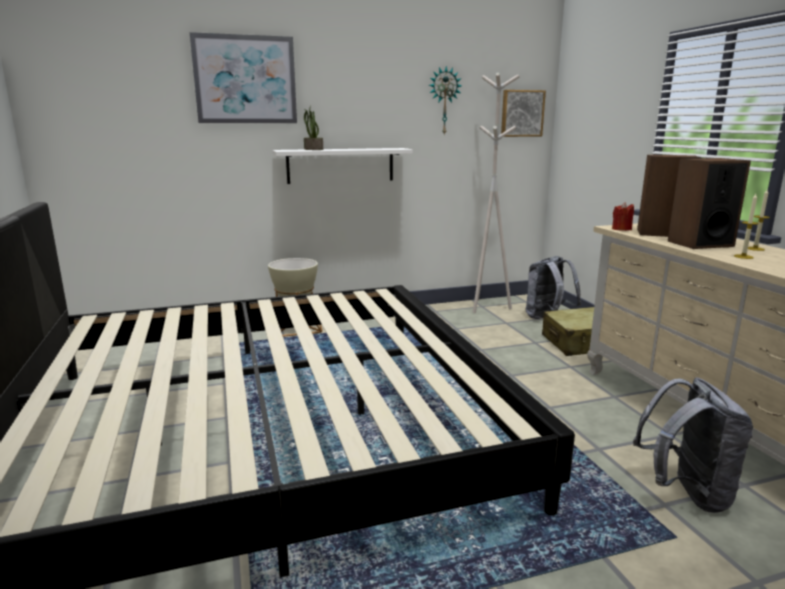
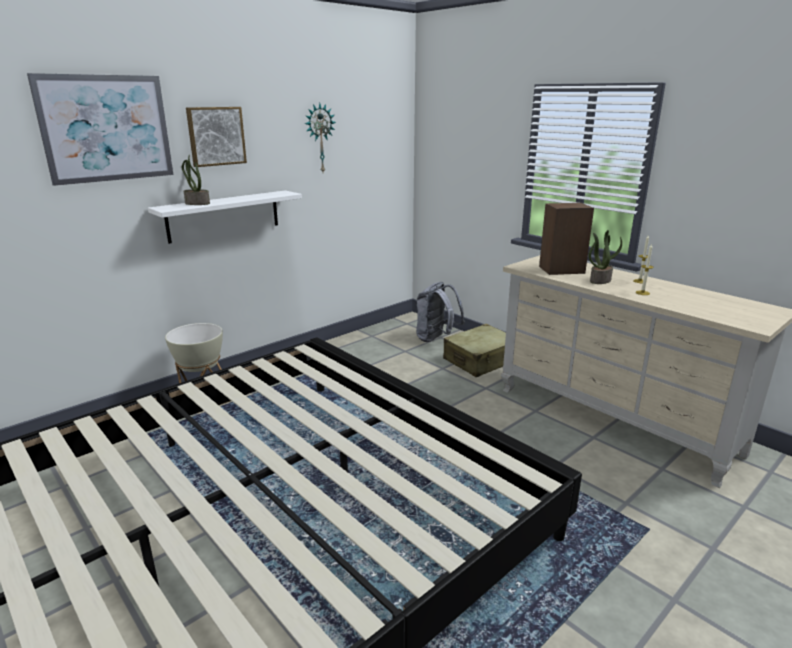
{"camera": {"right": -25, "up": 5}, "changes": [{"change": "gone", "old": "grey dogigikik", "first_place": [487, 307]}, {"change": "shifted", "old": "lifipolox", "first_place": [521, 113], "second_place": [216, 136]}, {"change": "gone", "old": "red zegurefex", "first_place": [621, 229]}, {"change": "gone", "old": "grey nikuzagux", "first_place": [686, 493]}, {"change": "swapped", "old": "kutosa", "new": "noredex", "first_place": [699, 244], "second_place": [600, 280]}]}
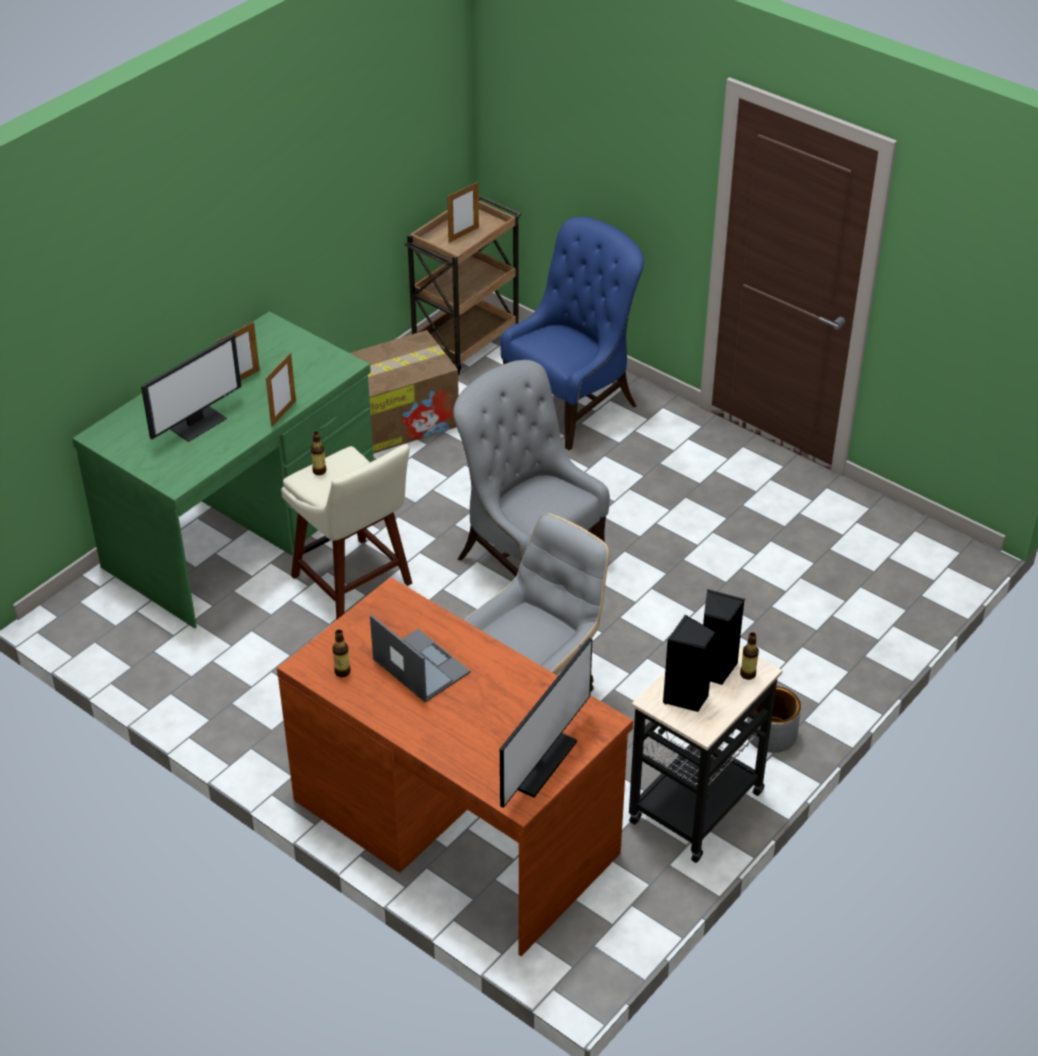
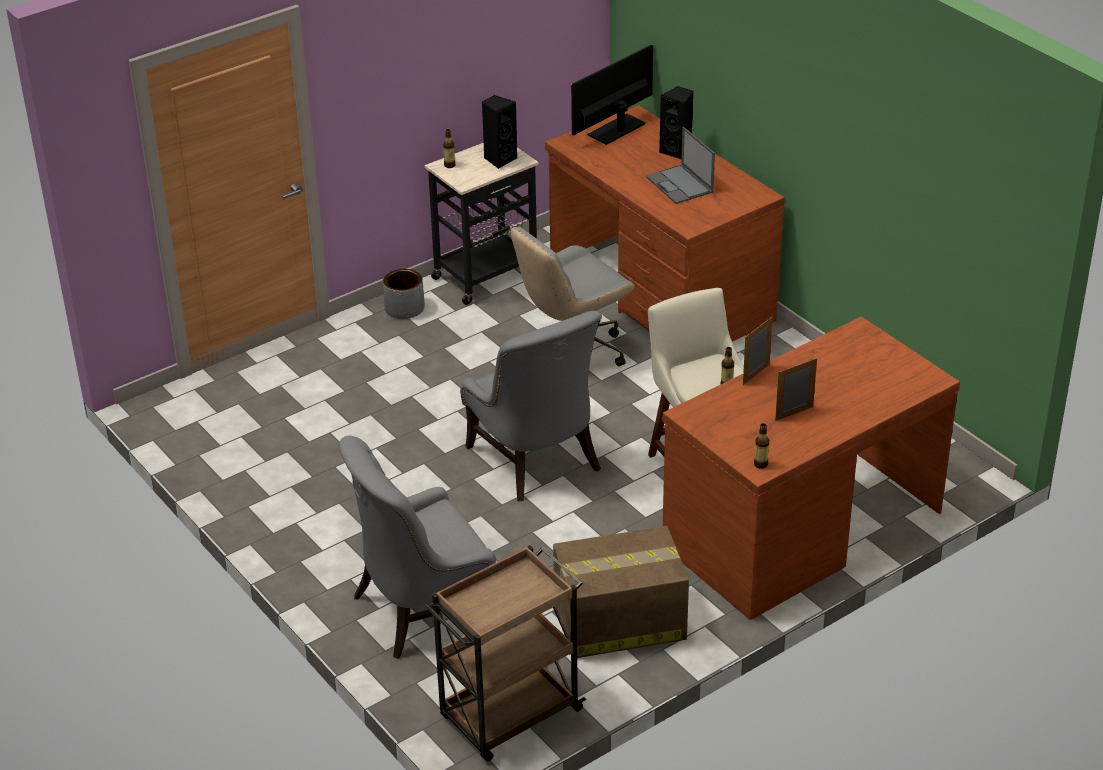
{"camera": {"right": -165, "up": -5}, "changes": [{"change": "repainted", "old": "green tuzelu", "new": "brown tuzelu", "first_place": [243, 529], "second_place": [800, 528]}, {"change": "gone", "old": "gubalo", "first_place": [197, 423]}, {"change": "shifted", "old": "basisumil", "first_place": [342, 672], "second_place": [760, 464]}, {"change": "gone", "old": "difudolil", "first_place": [463, 235]}, {"change": "repainted", "old": "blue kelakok", "new": "grey kelakok", "first_place": [572, 404], "second_place": [422, 609]}, {"change": "shifted", "old": "black kutosa", "first_place": [714, 669], "second_place": [677, 151]}]}
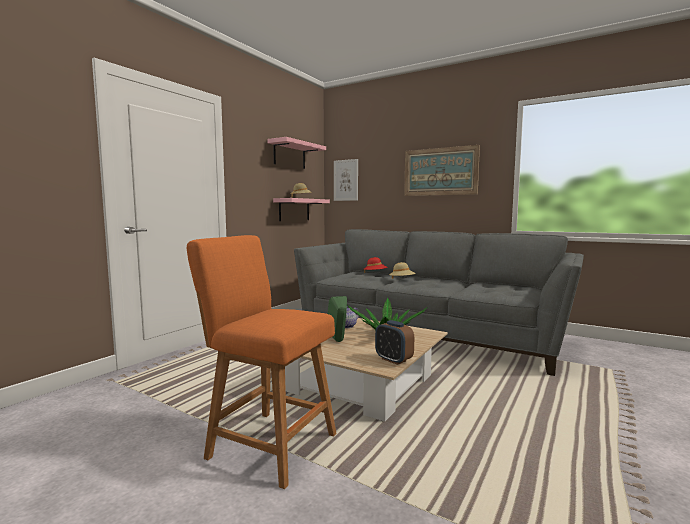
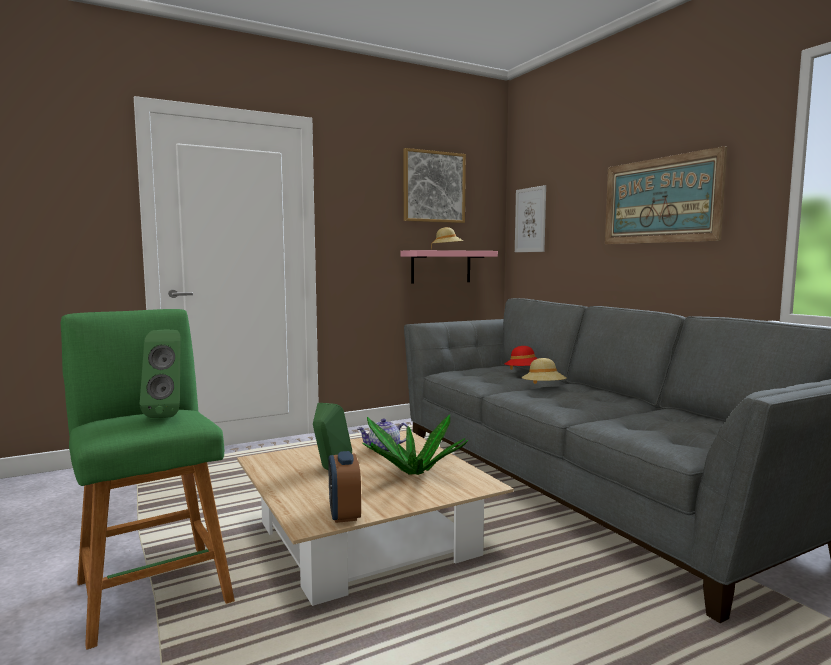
{"camera": {"right": 30, "up": 0}, "changes": [{"change": "repainted", "old": "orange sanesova", "new": "green sanesova", "first_place": [268, 444], "second_place": [152, 587]}, {"change": "swapped", "old": "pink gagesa", "new": "lifipolox", "first_place": [289, 155], "second_place": [434, 187]}, {"change": "new", "new": "green kutosa", "second_place": [168, 414]}]}
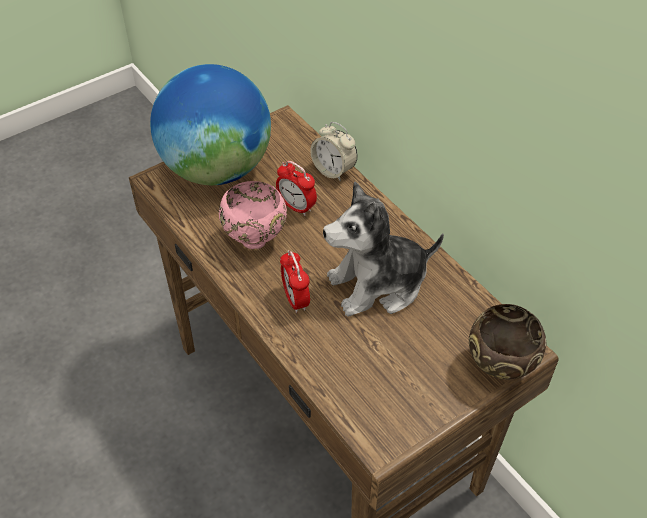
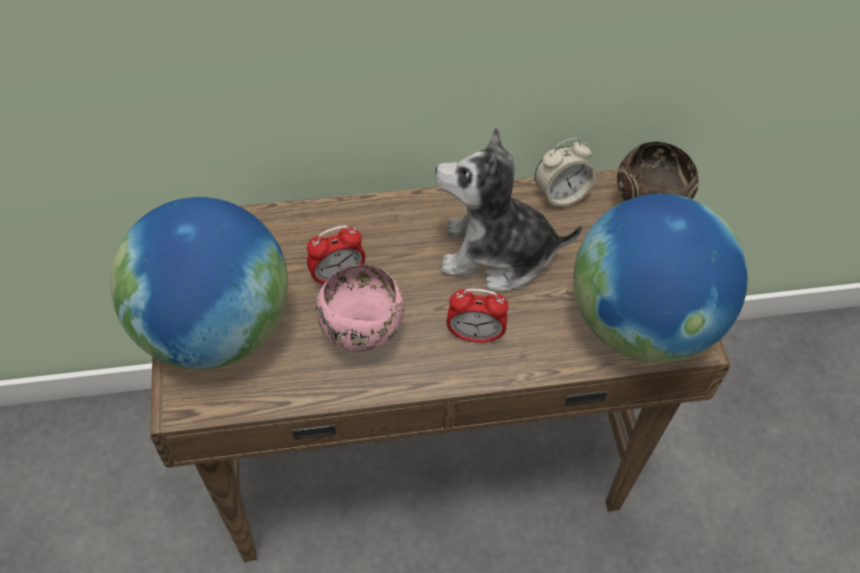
{"camera": {"right": -65, "up": 5}, "changes": [{"change": "shifted", "old": "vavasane", "first_place": [333, 170], "second_place": [560, 195]}, {"change": "rotated", "old": "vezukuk", "first_place": [378, 284], "second_place": [496, 255], "degrees": 90}, {"change": "new", "new": "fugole", "second_place": [639, 324]}]}
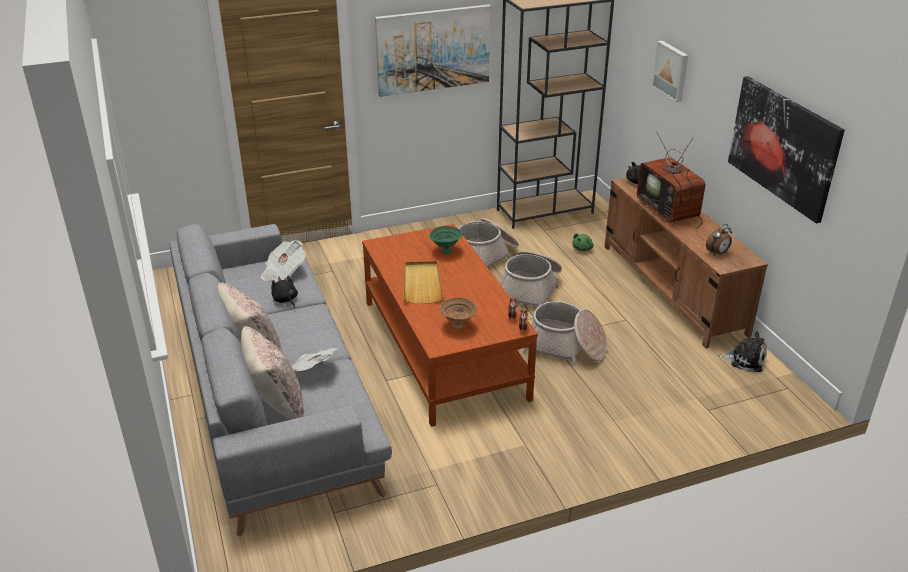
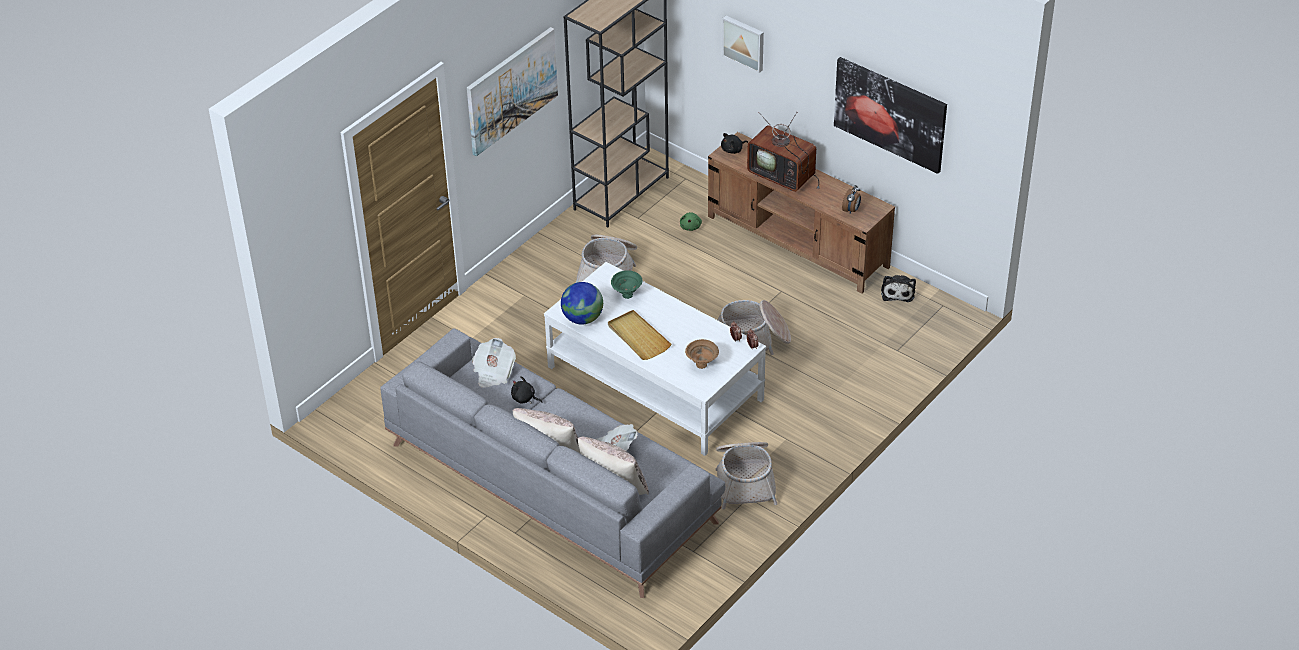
{"camera": {"right": -30, "up": 10}, "changes": [{"change": "repainted", "old": "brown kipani", "new": "white kipani", "first_place": [443, 348], "second_place": [654, 383]}, {"change": "shifted", "old": "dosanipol", "first_place": [530, 289], "second_place": [745, 479]}, {"change": "rotated", "old": "vezukuk", "first_place": [745, 359], "second_place": [897, 292], "degrees": 105}, {"change": "new", "new": "fugole", "second_place": [582, 318]}]}
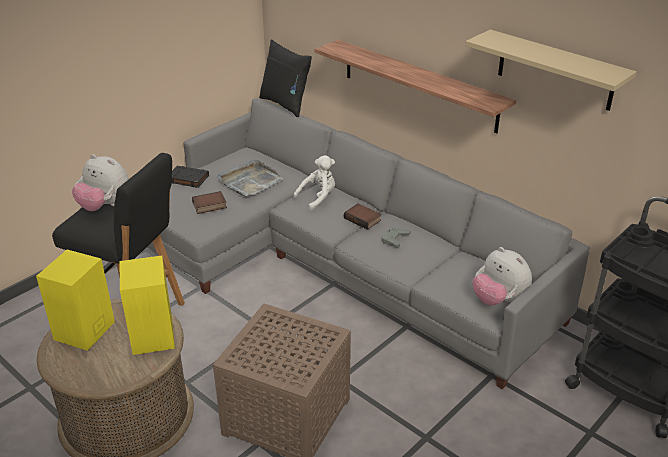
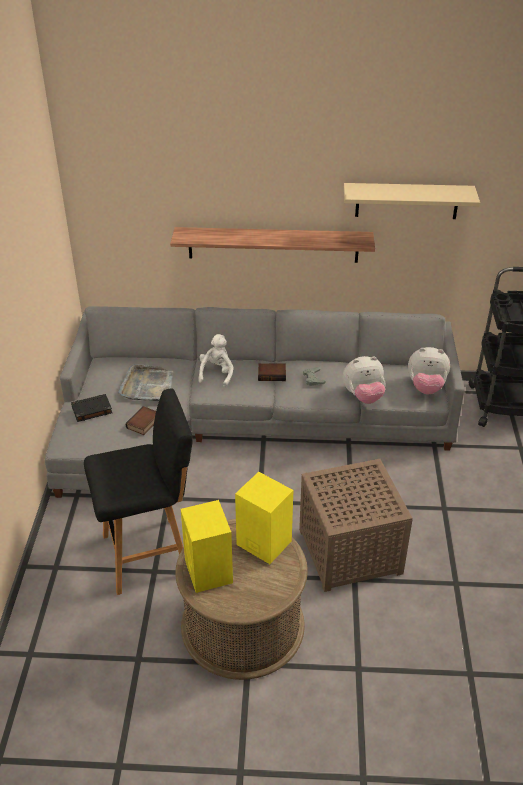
{"camera": {"right": -40, "up": 5}, "changes": [{"change": "shifted", "old": "vezukuk", "first_place": [105, 206], "second_place": [363, 396]}, {"change": "gone", "old": "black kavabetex", "first_place": [285, 105]}]}
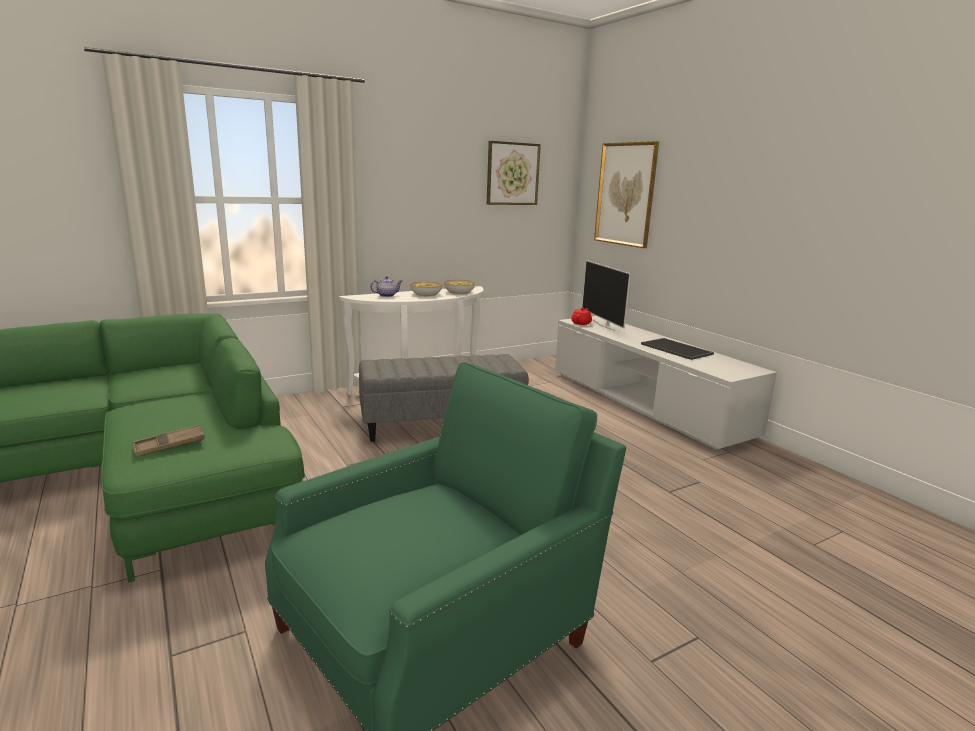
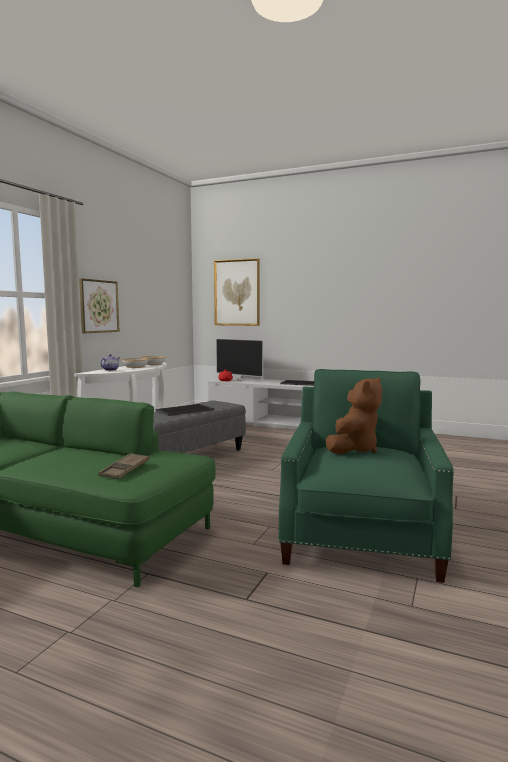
{"camera": {"right": -35, "up": -10}, "changes": [{"change": "shifted", "old": "lifipolox", "first_place": [512, 174], "second_place": [99, 306]}, {"change": "new", "new": "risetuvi", "second_place": [184, 410]}, {"change": "new", "new": "brown vezukuk", "second_place": [353, 449]}]}
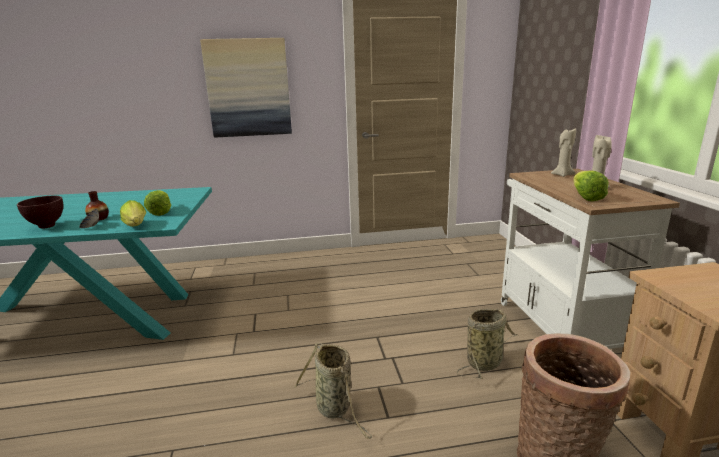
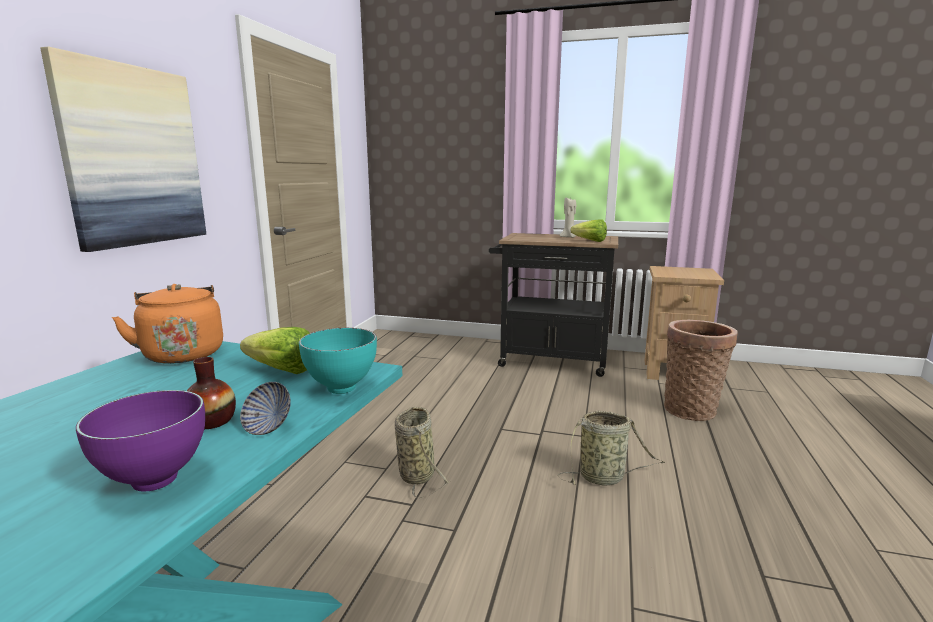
{"camera": {"right": -65, "up": -5}, "changes": [{"change": "repainted", "old": "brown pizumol", "new": "purple pizumol", "first_place": [47, 226], "second_place": [158, 481]}, {"change": "swapped", "old": "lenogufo", "new": "turquoise pizumol", "first_place": [136, 226], "second_place": [340, 389]}, {"change": "shifted", "old": "dosanipol", "first_place": [485, 362], "second_place": [416, 474]}, {"change": "repainted", "old": "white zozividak", "new": "black zozividak", "first_place": [558, 326], "second_place": [549, 361]}, {"change": "gone", "old": "beige zegurefex", "first_place": [562, 175]}, {"change": "new", "new": "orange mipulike", "second_place": [182, 353]}]}
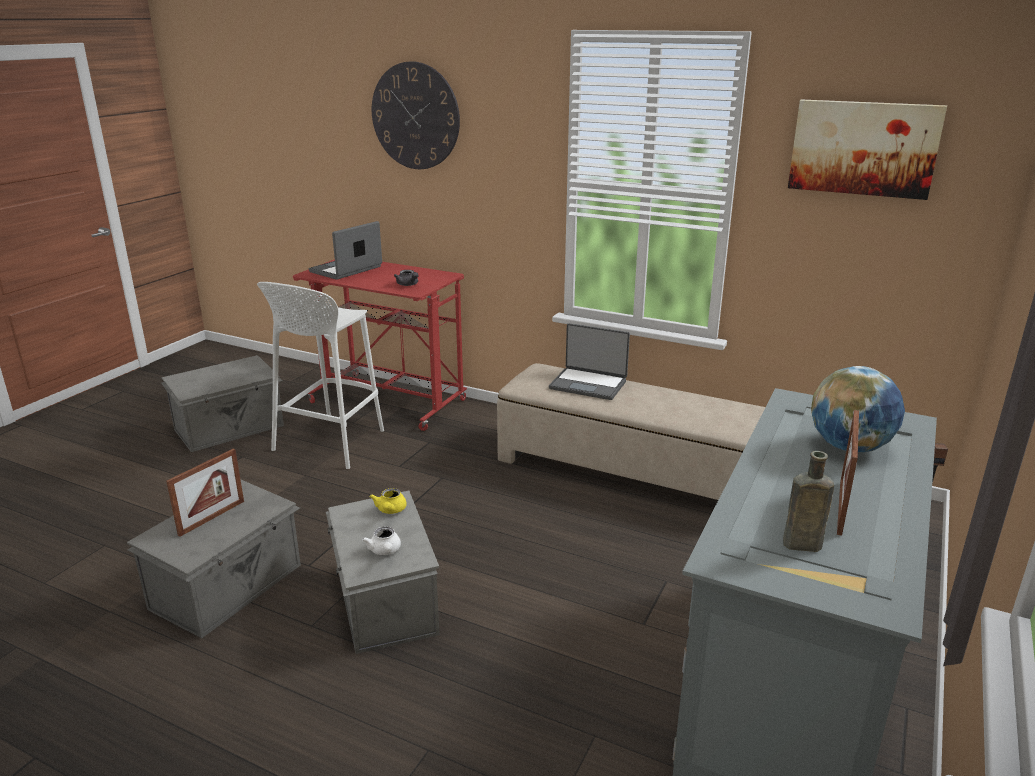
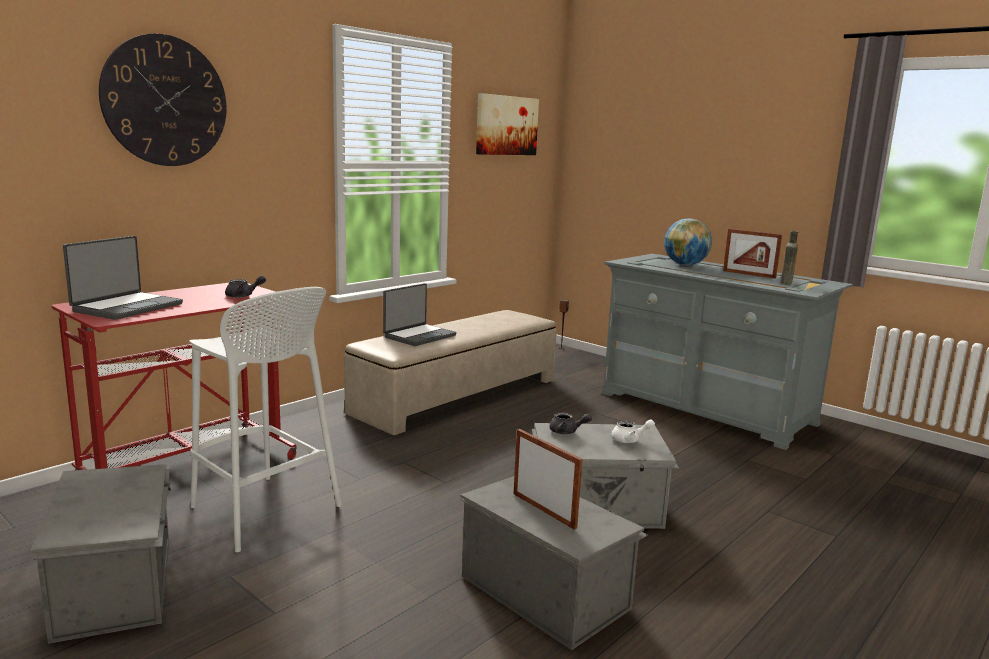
{"camera": {"right": -75, "up": -10}, "changes": [{"change": "rotated", "old": "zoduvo", "first_place": [346, 270], "second_place": [127, 307], "degrees": -120}, {"change": "repainted", "old": "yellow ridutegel", "new": "grey ridutegel", "first_place": [390, 510], "second_place": [567, 432]}]}
